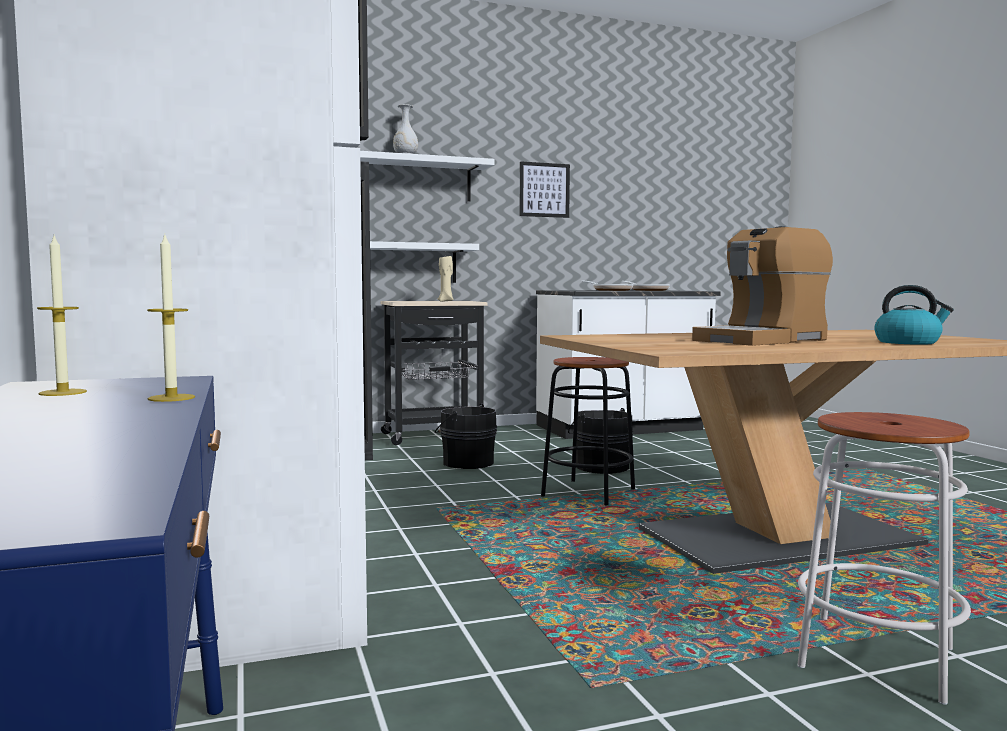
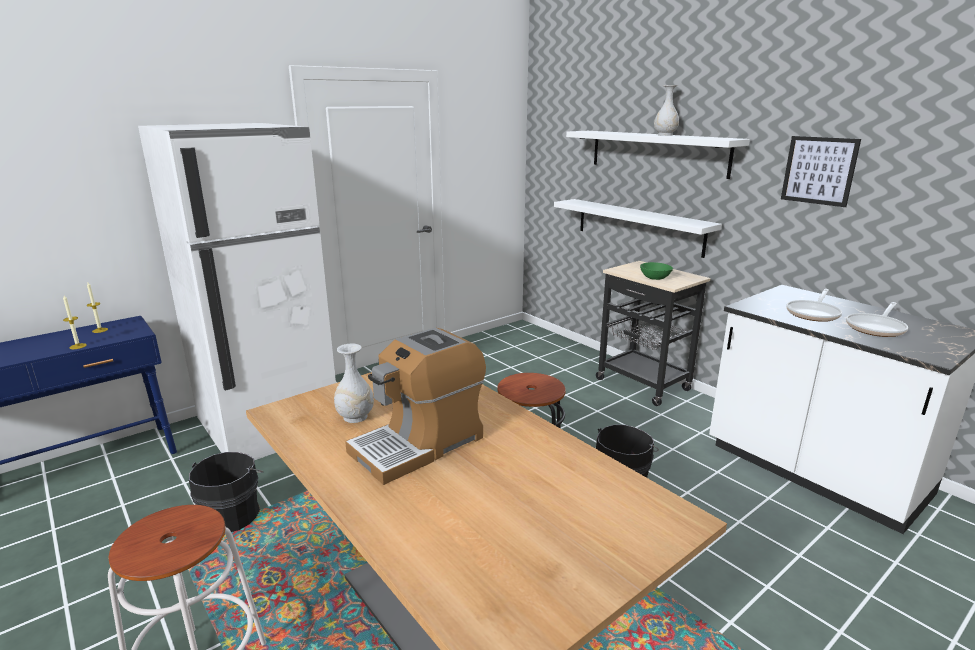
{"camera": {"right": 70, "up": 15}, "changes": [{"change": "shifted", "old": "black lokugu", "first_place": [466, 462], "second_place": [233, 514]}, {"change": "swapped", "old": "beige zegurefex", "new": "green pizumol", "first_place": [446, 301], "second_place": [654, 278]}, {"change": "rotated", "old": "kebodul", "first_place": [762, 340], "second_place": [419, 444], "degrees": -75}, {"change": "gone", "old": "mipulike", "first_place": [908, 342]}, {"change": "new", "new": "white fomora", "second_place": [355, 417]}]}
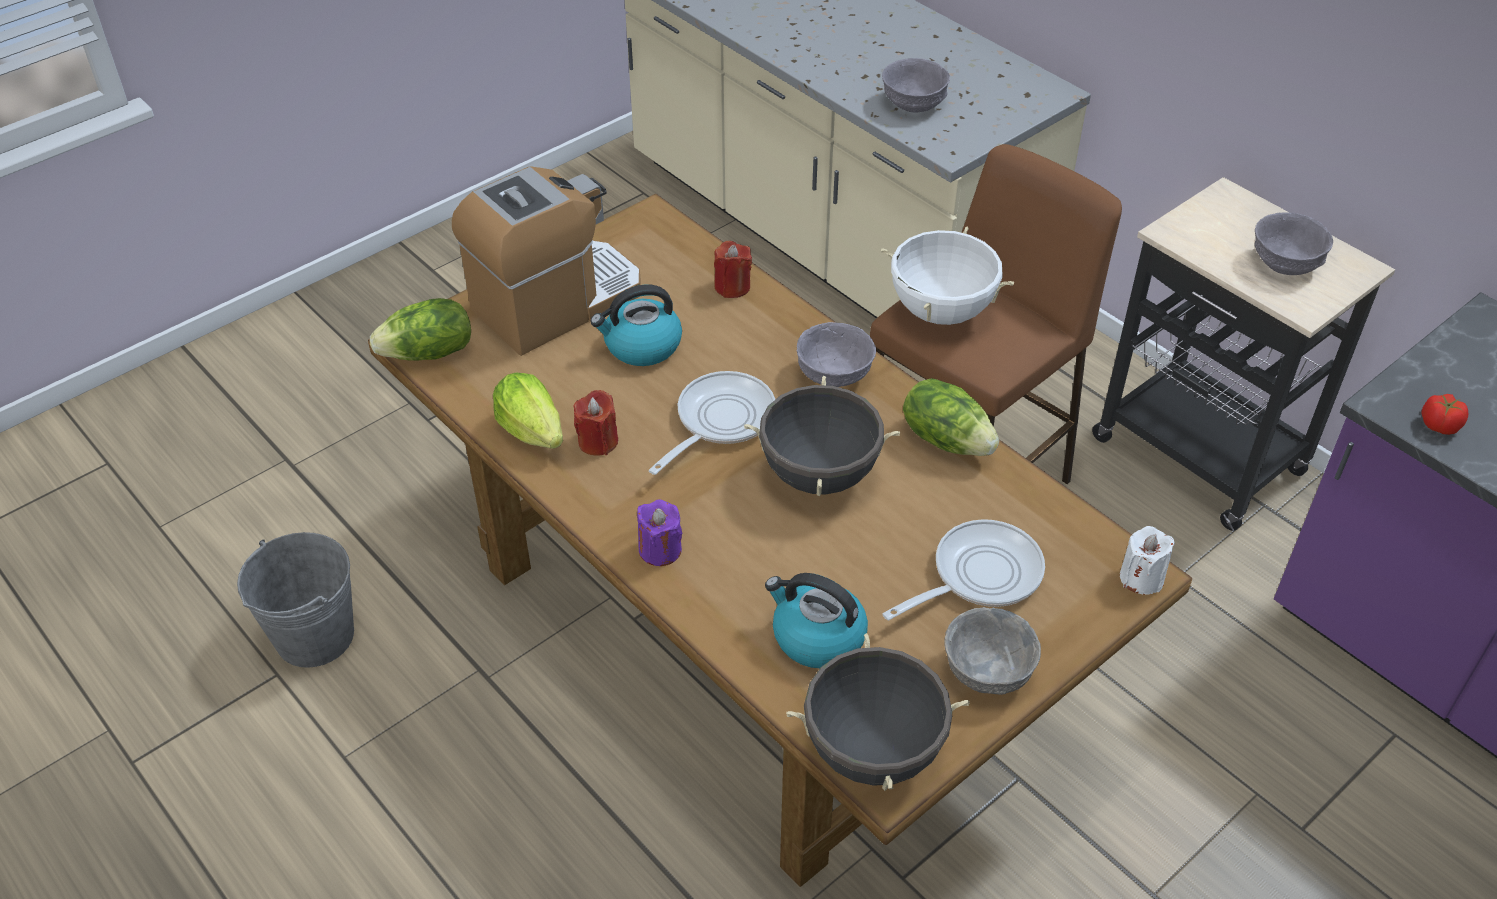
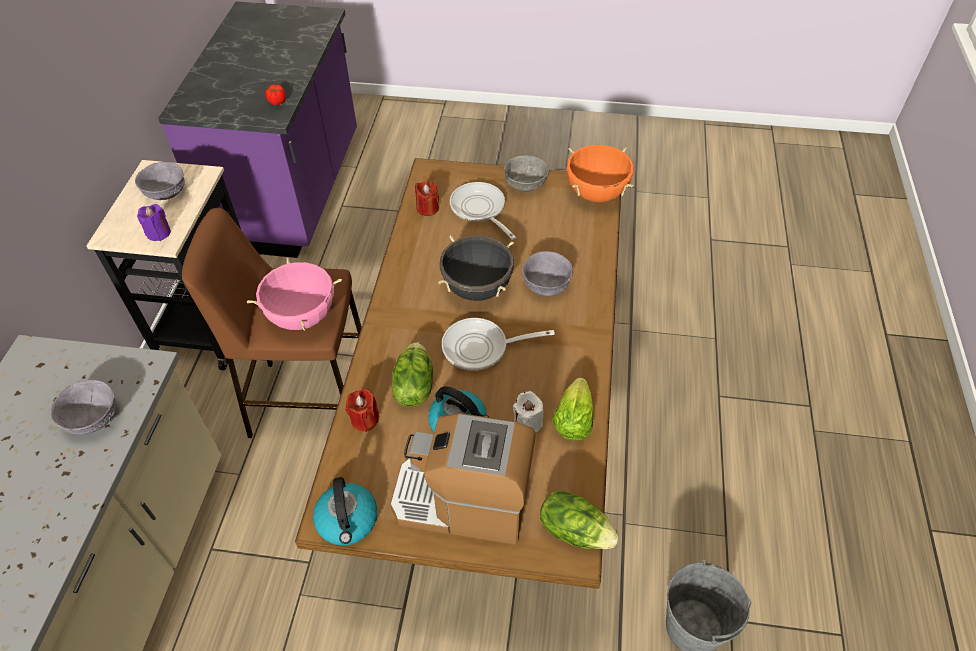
{"camera": {"right": -130, "up": 5}, "changes": [{"change": "shifted", "old": "red zegurefex", "first_place": [598, 441], "second_place": [427, 208]}, {"change": "shifted", "old": "purple zegurefex", "first_place": [660, 550], "second_place": [159, 233]}, {"change": "shifted", "old": "mipulike", "first_place": [817, 637], "second_place": [348, 521]}, {"change": "repainted", "old": "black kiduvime", "new": "orange kiduvime", "first_place": [872, 751], "second_place": [596, 194]}, {"change": "shifted", "old": "grey pizumol", "first_place": [833, 375], "second_place": [547, 285]}, {"change": "repainted", "old": "white kiduvime", "new": "pink kiduvime", "first_place": [941, 312], "second_place": [302, 316]}, {"change": "rotated", "old": "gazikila", "first_place": [979, 575], "second_place": [480, 210], "degrees": 45}, {"change": "shifted", "old": "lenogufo", "first_place": [947, 439], "second_place": [413, 386]}, {"change": "shifted", "old": "white zegurefex", "first_place": [1141, 578], "second_place": [527, 423]}]}
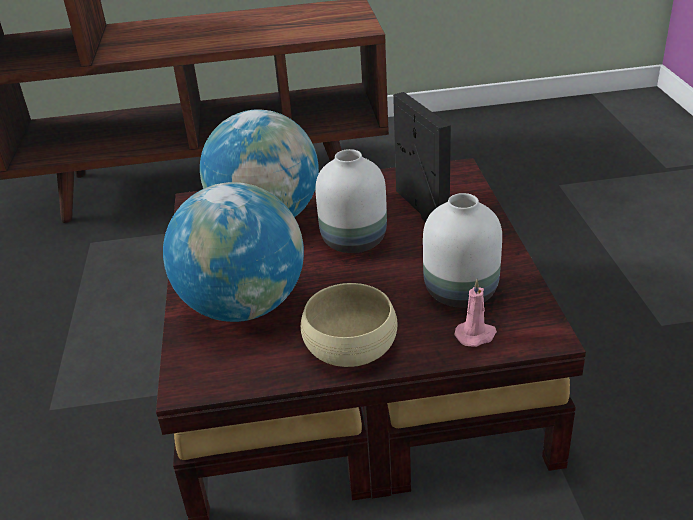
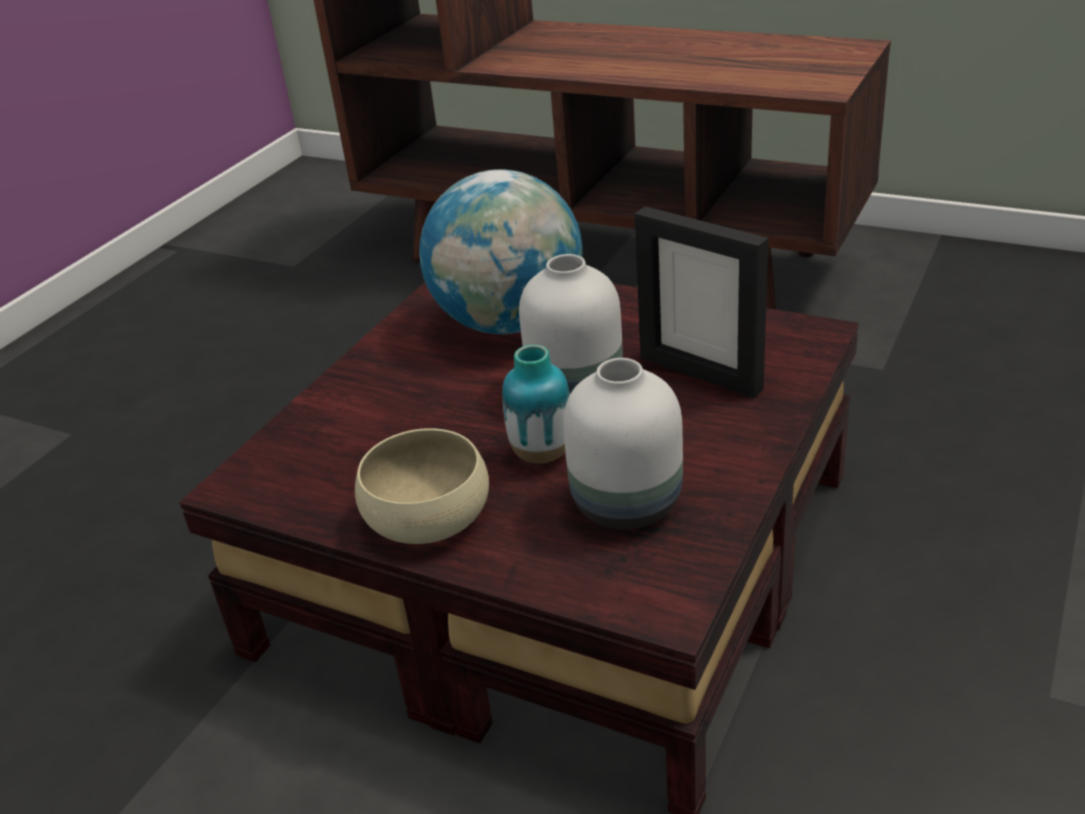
{"camera": {"right": 35, "up": 0}, "changes": [{"change": "gone", "old": "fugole", "first_place": [244, 306]}, {"change": "rotated", "old": "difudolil", "first_place": [419, 209], "second_place": [702, 372], "degrees": 120}, {"change": "gone", "old": "pink zegurefex", "first_place": [476, 335]}, {"change": "new", "new": "fomora", "second_place": [542, 454]}]}
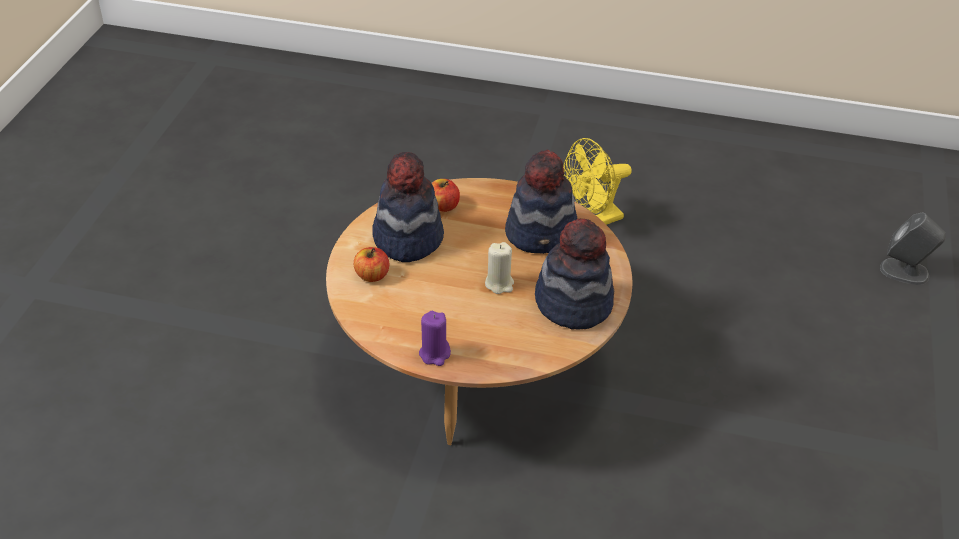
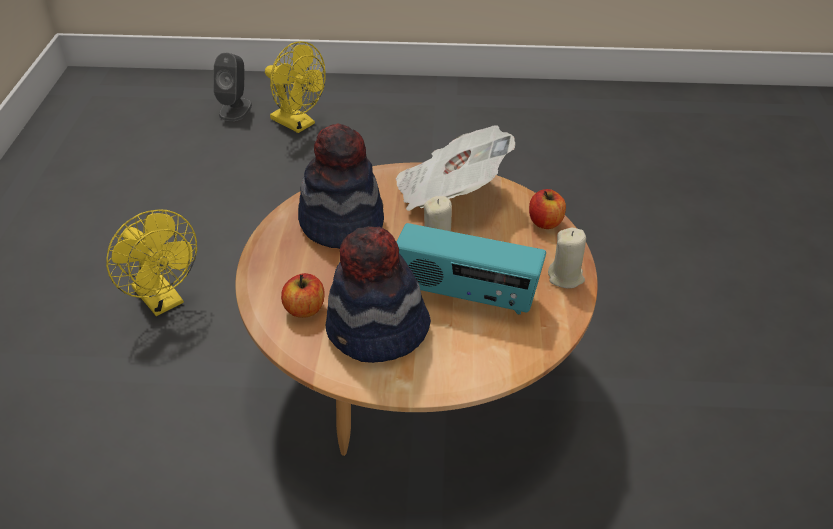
{"camera": {"right": -100, "up": 0}, "changes": [{"change": "shifted", "old": "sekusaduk", "first_place": [372, 275], "second_place": [545, 222]}, {"change": "repainted", "old": "purple zegurefex", "new": "beige zegurefex", "first_place": [435, 354], "second_place": [566, 277]}, {"change": "swapped", "old": "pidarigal", "new": "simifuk", "first_place": [573, 303], "second_place": [450, 192]}, {"change": "new", "new": "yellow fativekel", "second_place": [298, 124]}, {"change": "new", "new": "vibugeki", "second_place": [466, 295]}]}
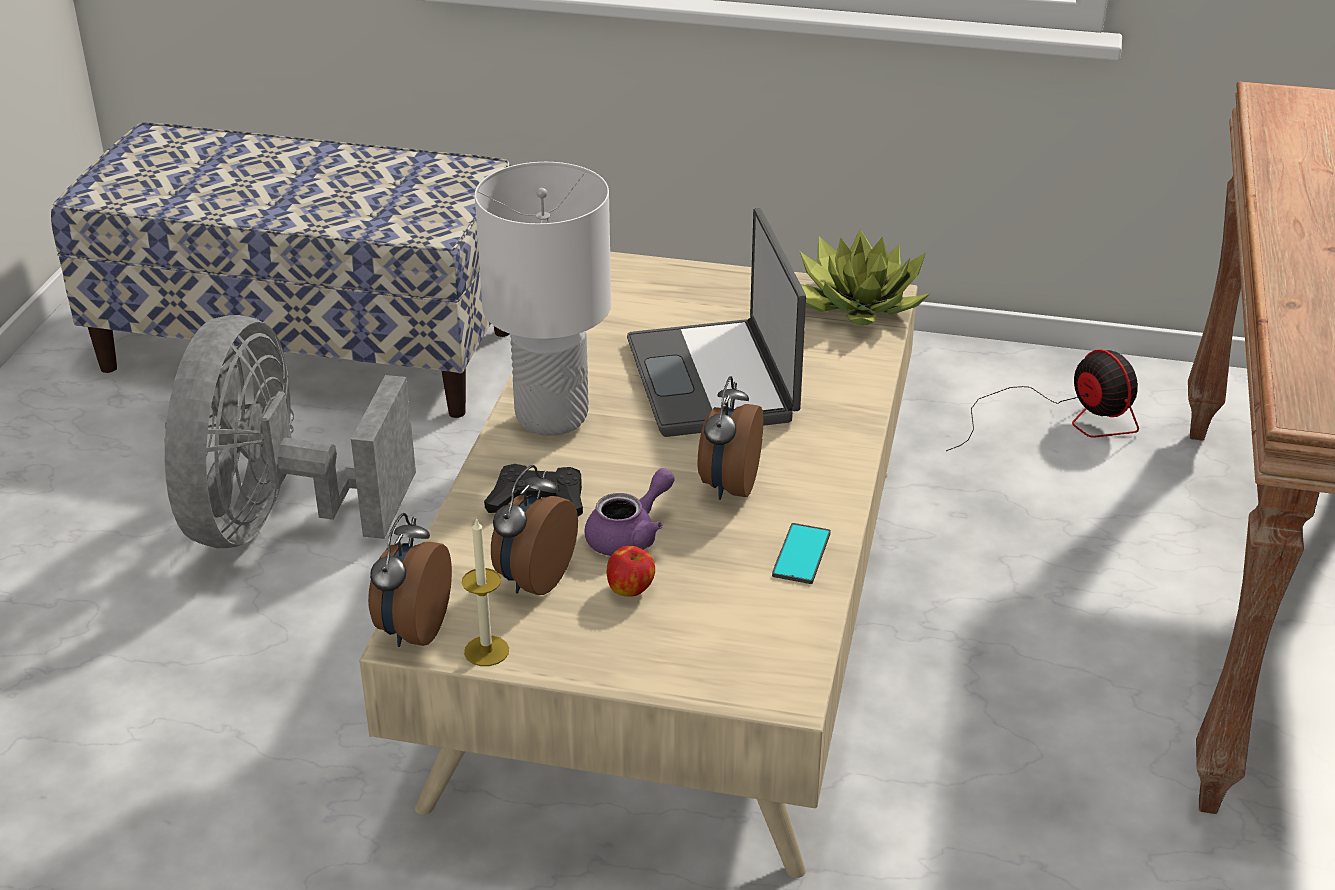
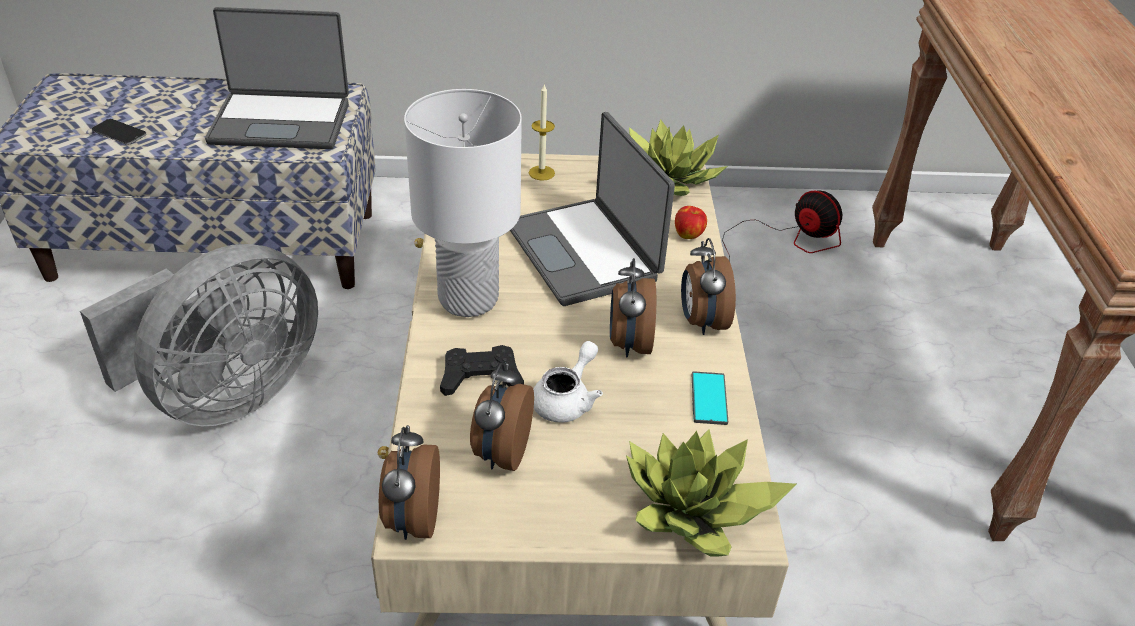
{"camera": {"right": -15, "up": 5}, "changes": [{"change": "rotated", "old": "grey fativekel", "first_place": [278, 521], "second_place": [226, 396], "degrees": -135}, {"change": "shifted", "old": "zegurefex", "first_place": [486, 651], "second_place": [541, 173]}, {"change": "repainted", "old": "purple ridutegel", "new": "white ridutegel", "first_place": [630, 535], "second_place": [567, 400]}, {"change": "shifted", "old": "sekusaduk", "first_place": [631, 590], "second_place": [689, 235]}, {"change": "new", "new": "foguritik", "second_place": [119, 133]}, {"change": "new", "new": "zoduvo", "second_place": [281, 121]}, {"change": "new", "new": "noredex", "second_place": [695, 511]}, {"change": "new", "new": "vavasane", "second_place": [701, 321]}]}
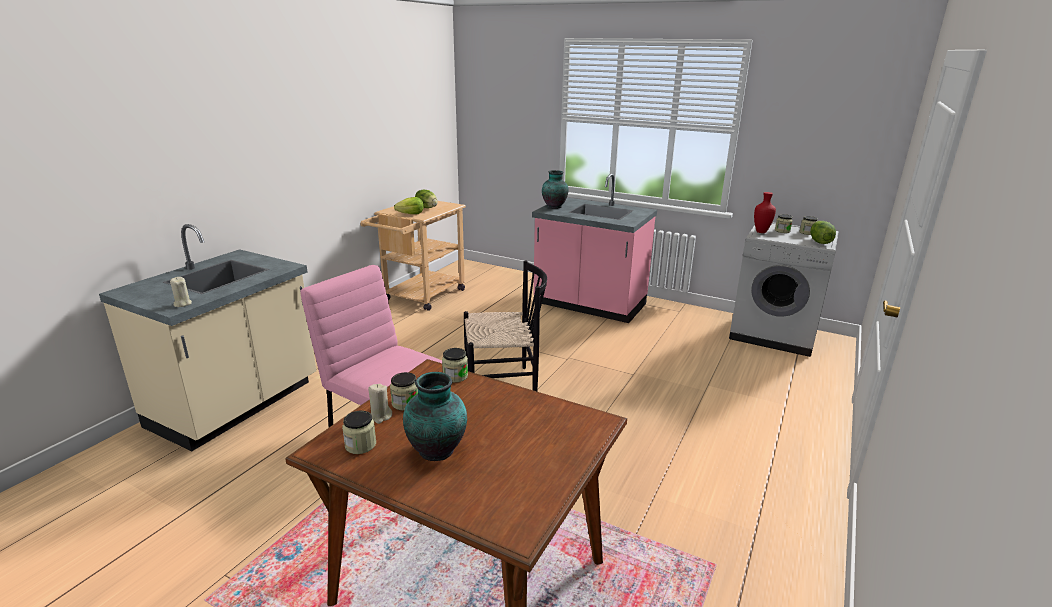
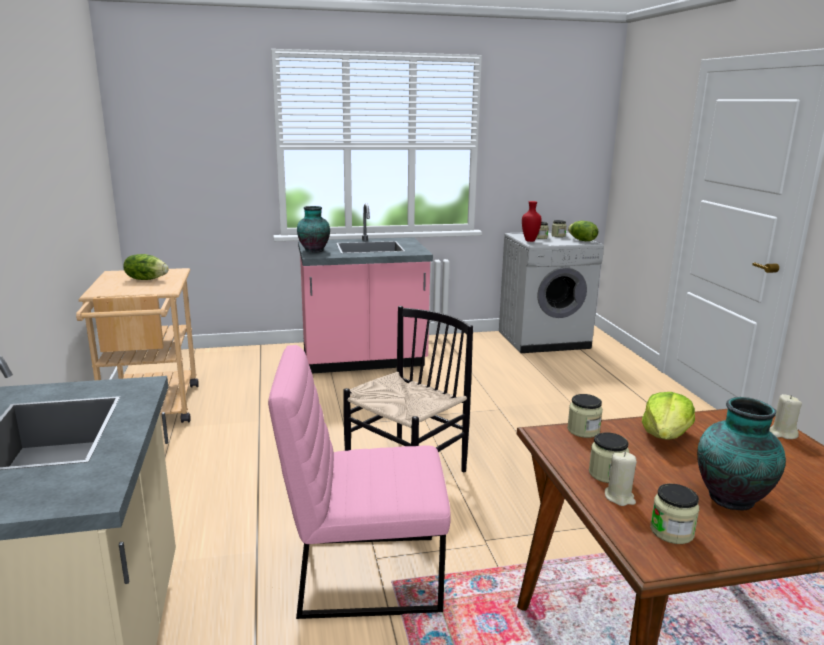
{"camera": {"right": -40, "up": -5}, "changes": [{"change": "shifted", "old": "beige zegurefex", "first_place": [182, 304], "second_place": [782, 434]}, {"change": "shifted", "old": "lenogufo", "first_place": [411, 214], "second_place": [665, 435]}]}
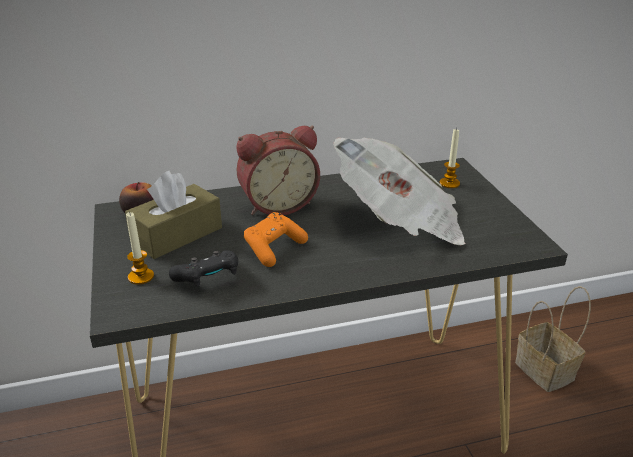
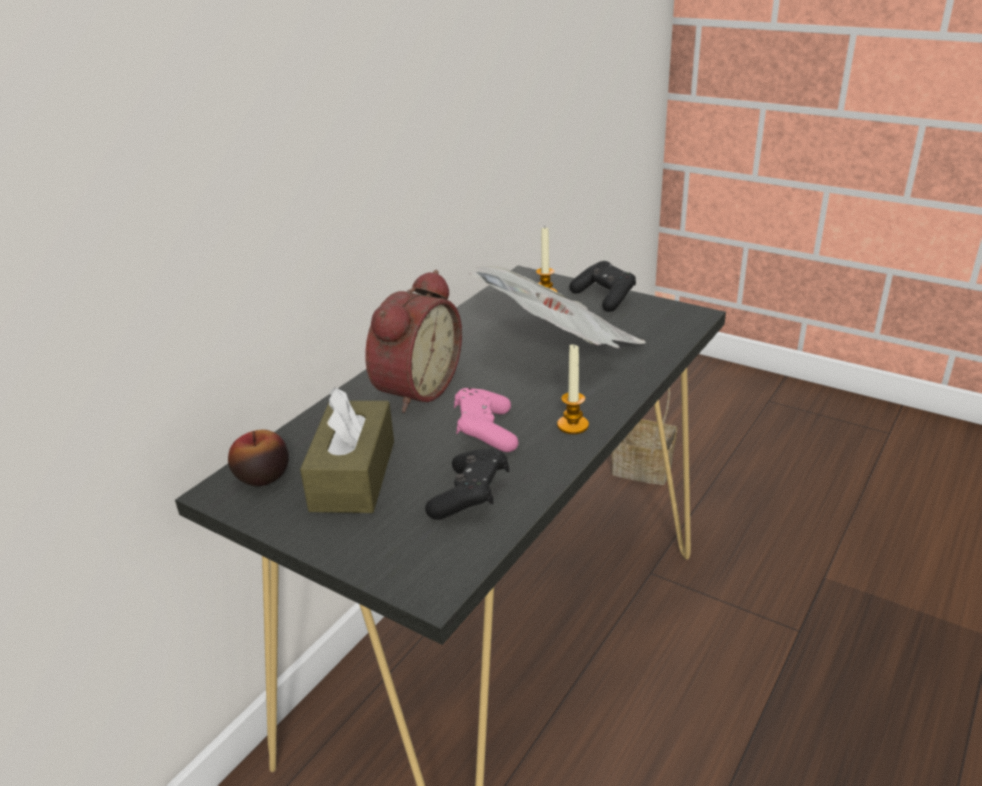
{"camera": {"right": -40, "up": 0}, "changes": [{"change": "shifted", "old": "zegurefex", "first_place": [141, 277], "second_place": [572, 425]}, {"change": "repainted", "old": "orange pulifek", "new": "pink pulifek", "first_place": [274, 249], "second_place": [485, 432]}, {"change": "new", "new": "black pulifek", "second_place": [604, 297]}]}
